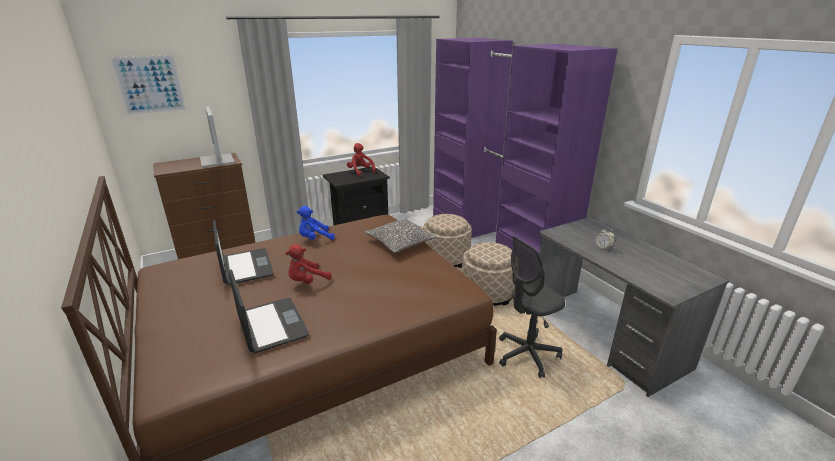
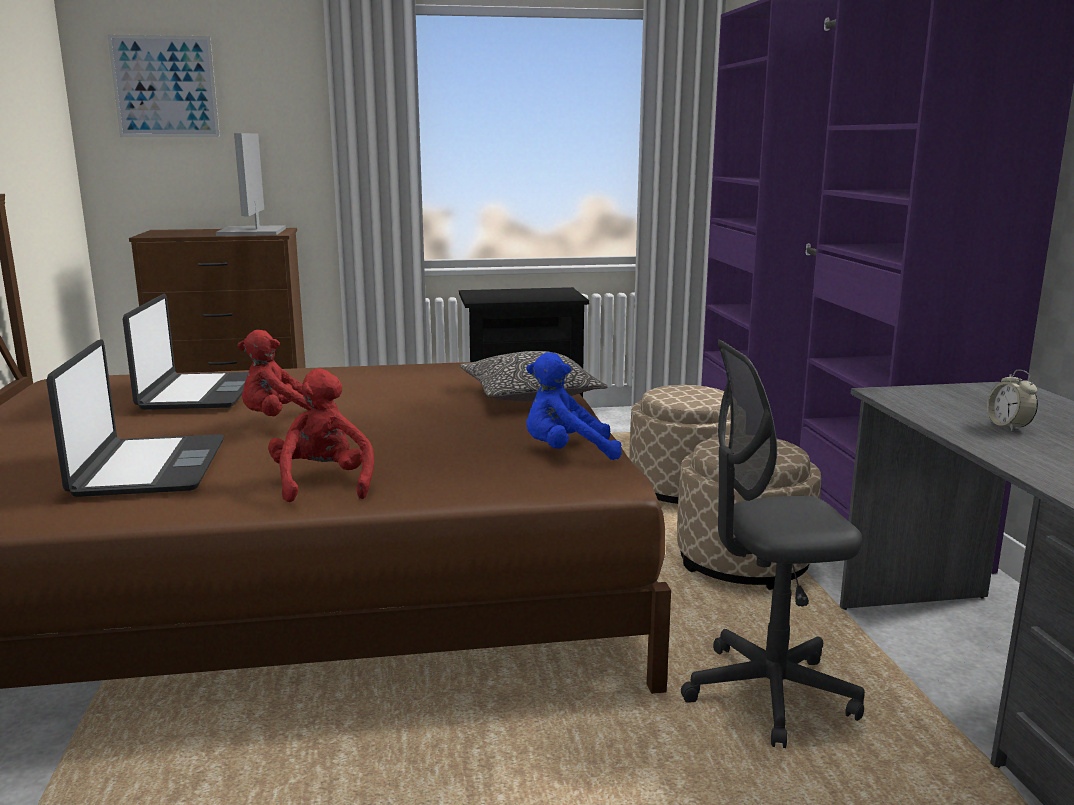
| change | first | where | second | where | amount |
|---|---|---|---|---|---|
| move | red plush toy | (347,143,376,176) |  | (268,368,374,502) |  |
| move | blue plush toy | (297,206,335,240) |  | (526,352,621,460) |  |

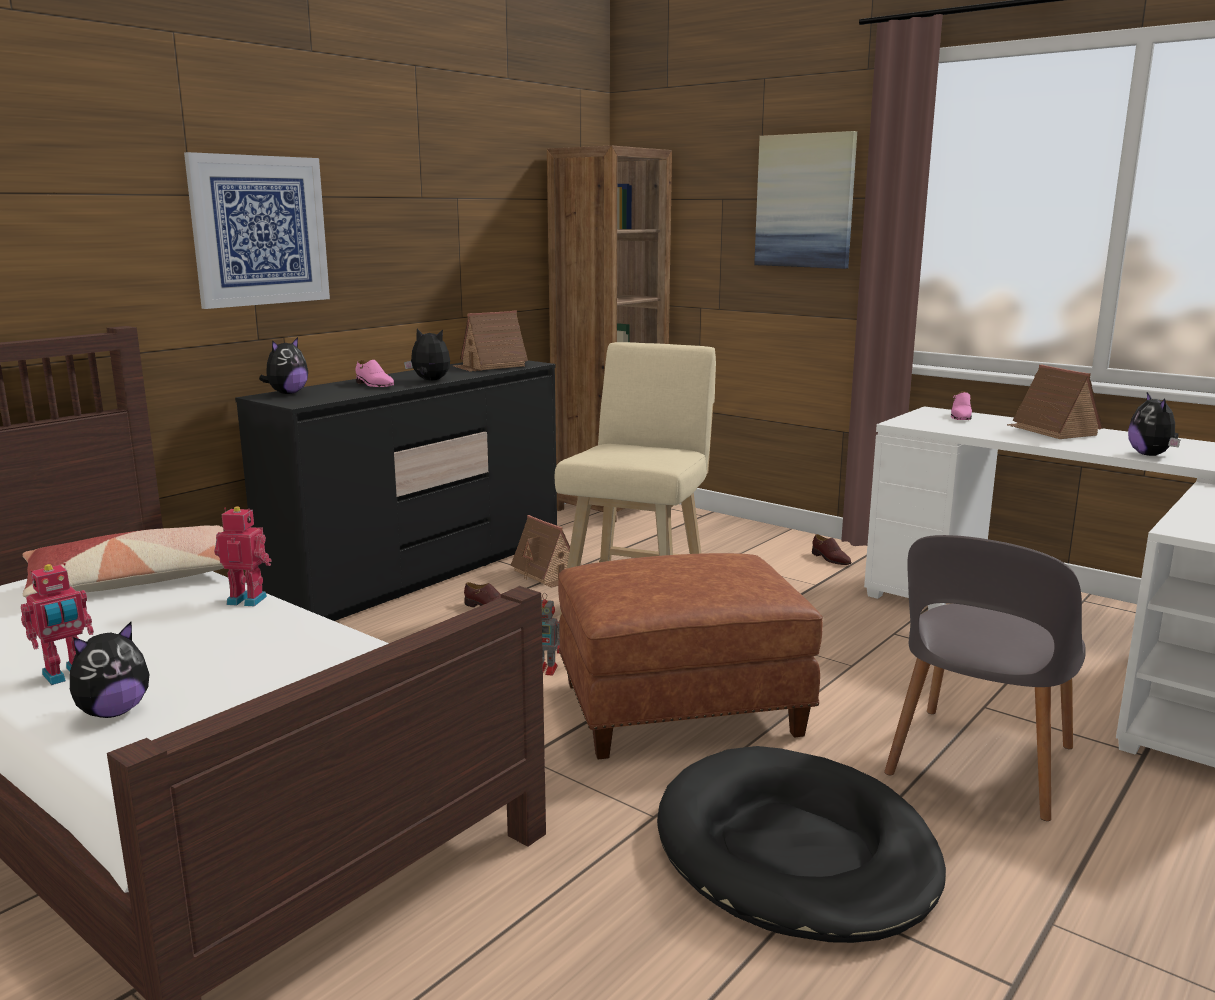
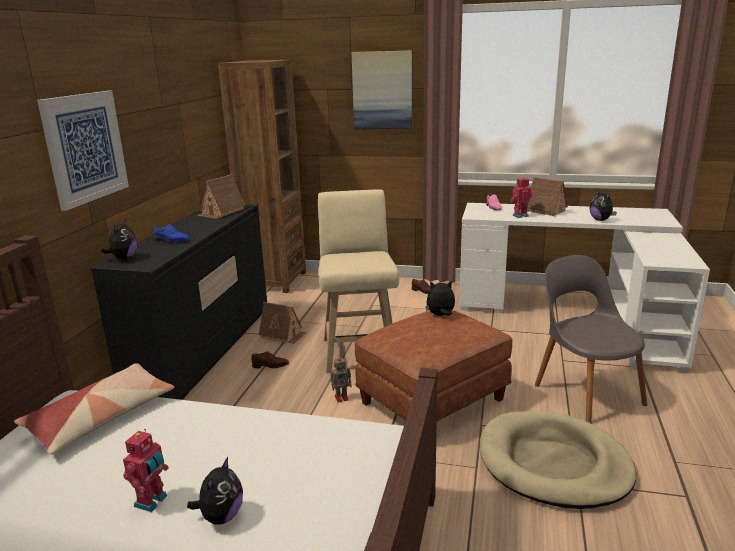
| change | first | where | second | where | amount |
|---|---|---|---|---|---|
| move | plush toy | (404,329,450,381) |  | (426,280,455,316) |  |
| recolor | pink shoe | (355,360,394,387) | blue shoe | (154,224,190,243) |  |
| move | toy robot | (214,506,272,606) |  | (510,177,533,218) |  |
| rotate | grey chair | (884,535,1086,821) |  | (535,255,648,423) | 150 degrees clockwise |
| recolor | black dog bed | (657,746,946,943) | beige dog bed | (480,411,636,509) |  |

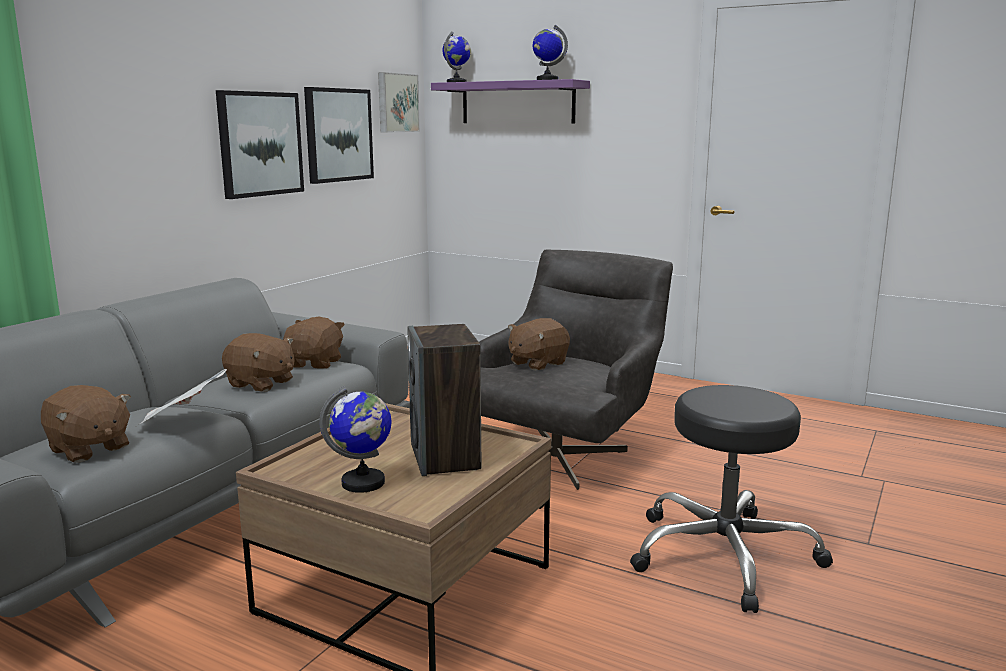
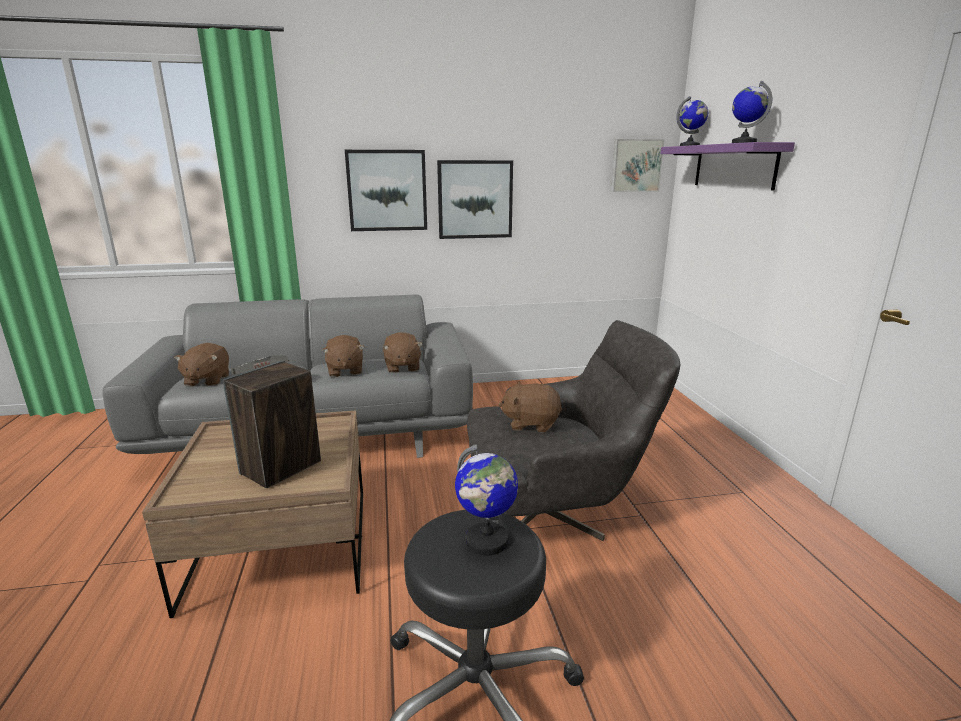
| change | first | where | second | where | amount |
|---|---|---|---|---|---|
| move | picture | (304,87,374,184) |  | (345,150,427,231) |  |
| rotate | brown plush toy | (283,317,345,369) |  | (382,332,423,373) | 105 degrees clockwise |
| move | globe | (319,386,392,493) |  | (455,444,518,555) |  |

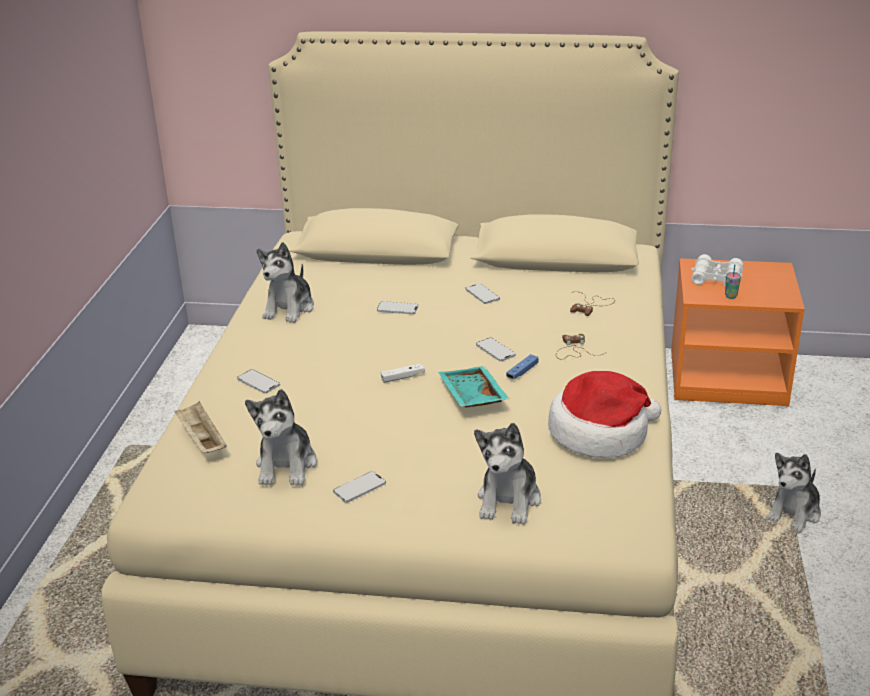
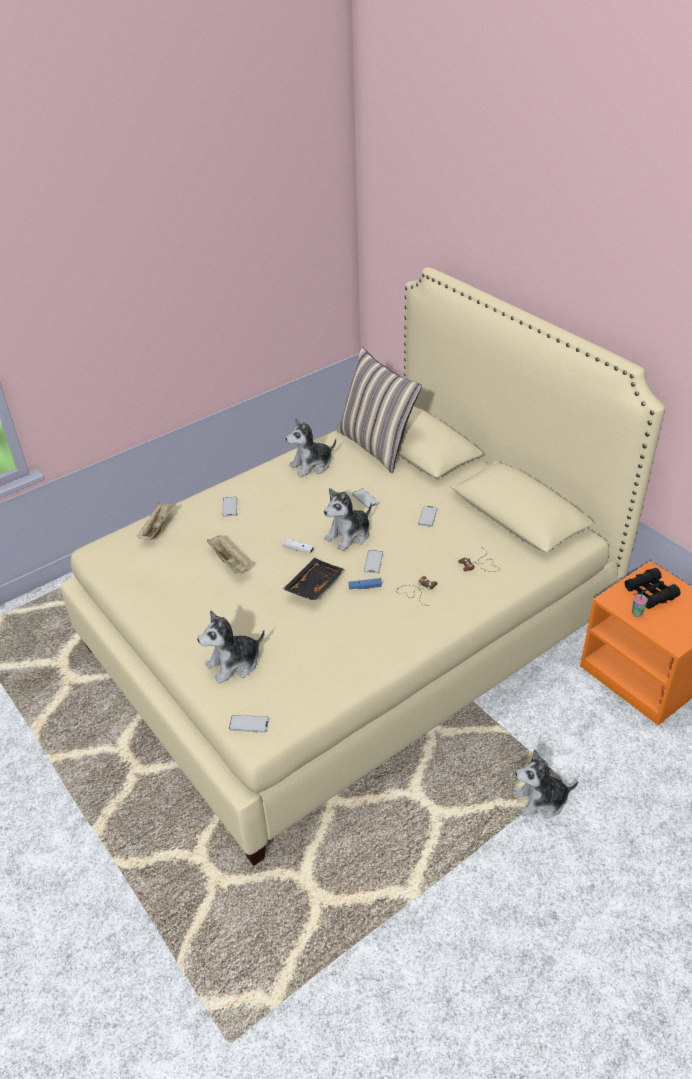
| change | first | where | second | where | amount |
|---|---|---|---|---|---|
| recolor | white binoculars | (691,254,743,286) | black binoculars | (625,568,681,609) |  |
| recolor | turquoise tray | (438,366,509,407) | black tray | (283,558,345,601) |  |
| delete | hat | (548,371,662,458) |  |  |  |
| move | plush toy | (245,389,317,486) |  | (324,488,372,551) |  |
| move | phone | (333,471,386,503) |  | (229,715,269,733) |  |
| insert |  |  | pillow | (337,347,422,473) |  |
| insert |  |  | beige tray | (207,535,250,574) |  |

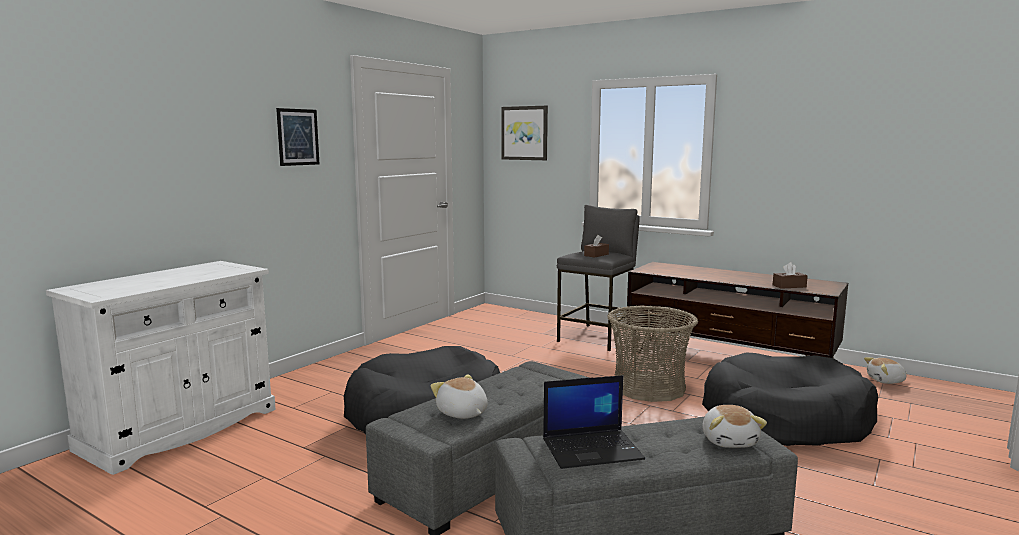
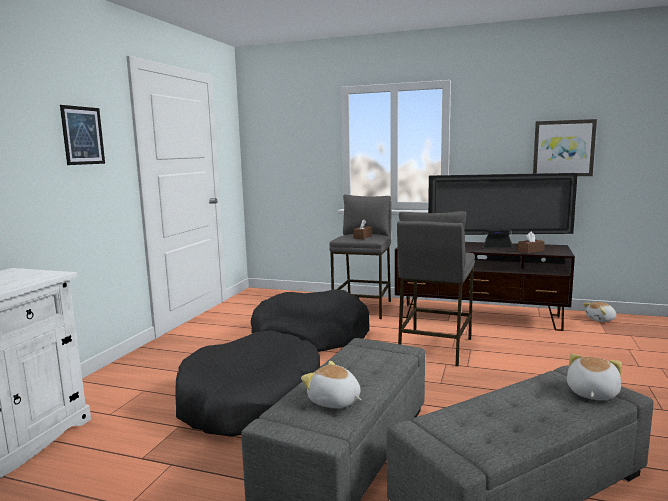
| change | first | where | second | where | amount |
|---|---|---|---|---|---|
| move | picture | (501,106,548,160) |  | (533,119,597,176) |  |
| replace | basket | (607,305,698,402) | grey stool | (397,211,475,366) |  |
| move | black dog bed | (702,352,878,446) |  | (251,289,369,352) |  |
| delete | laptop | (543,375,645,469) |  |  |  |
| rotate | plush toy | (702,405,767,448) |  | (567,354,622,400) | 135 degrees counterclockwise |
| insert |  |  | television | (428,173,578,249) |  |

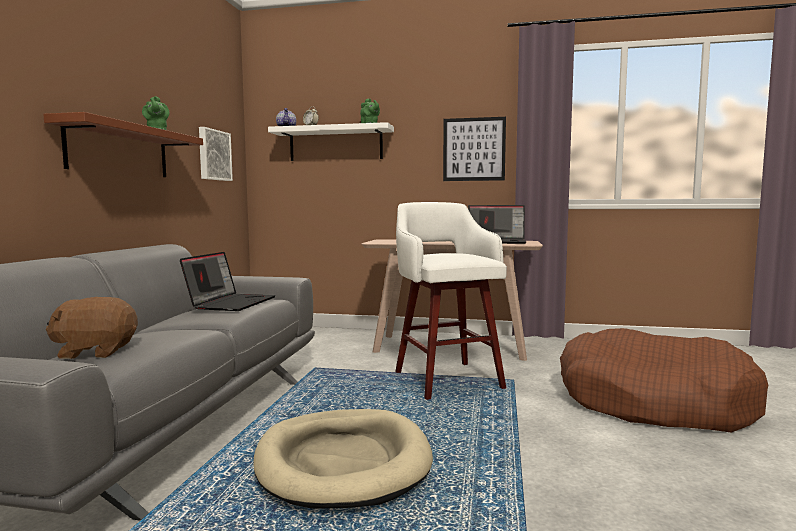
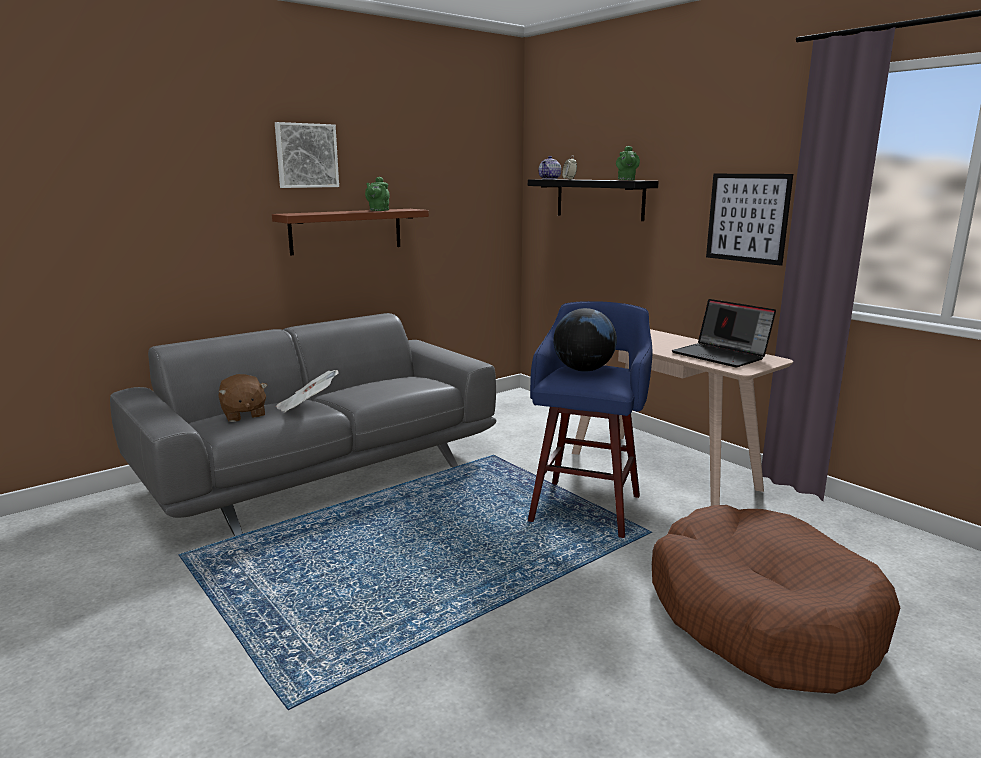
| change | first | where | second | where | amount |
|---|---|---|---|---|---|
| recolor | white shelf | (268,122,394,161) | black shelf | (528,179,659,221) |  |
| move | picture | (199,127,233,181) |  | (275,122,339,188) |  |
| recolor | white stool | (395,202,507,400) | blue stool | (528,301,653,538) |  |
| delete | laptop | (180,252,275,311) |  |  |  |
| rotate | brown plush toy | (46,297,138,359) |  | (219,374,268,422) | 150 degrees counterclockwise |
| delete | beige dog bed | (253,409,433,509) |  |  |  |
| insert |  |  | globe | (553,308,617,372) |  |
| insert |  |  | newspaper | (276,370,339,413) |  |

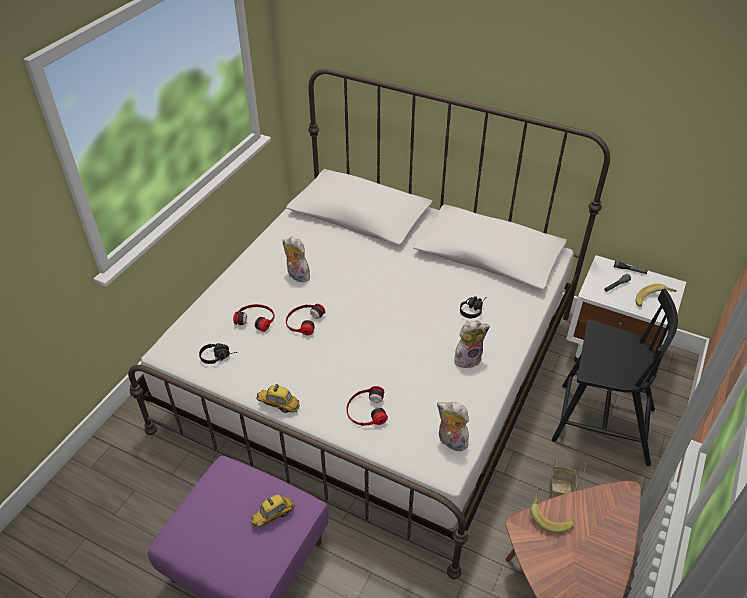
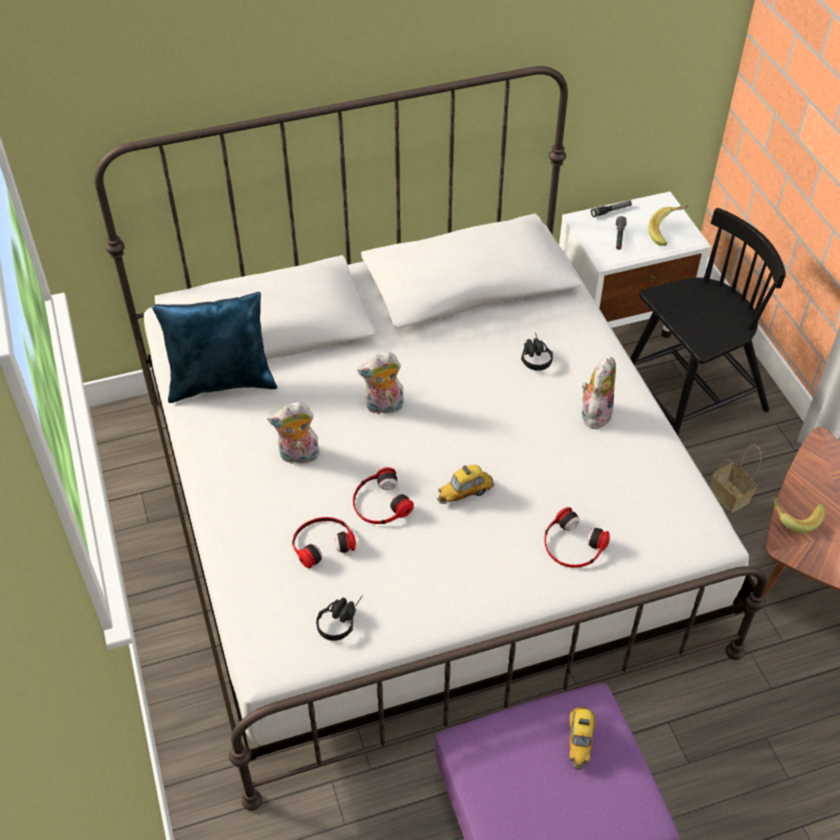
| change | first | where | second | where | amount |
|---|---|---|---|---|---|
| move | toy car | (256,384,300,413) |  | (437,465,495,504) |  |
| move | plush toy | (437,402,470,451) |  | (357,352,404,414) |  |
| insert |  |  | blue pillow | (152,292,277,403) |  |

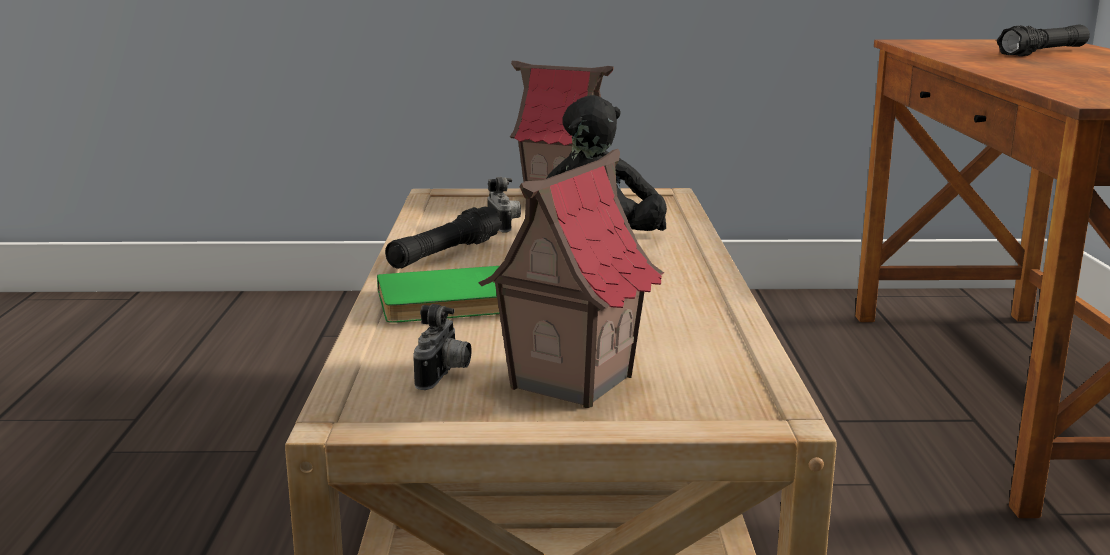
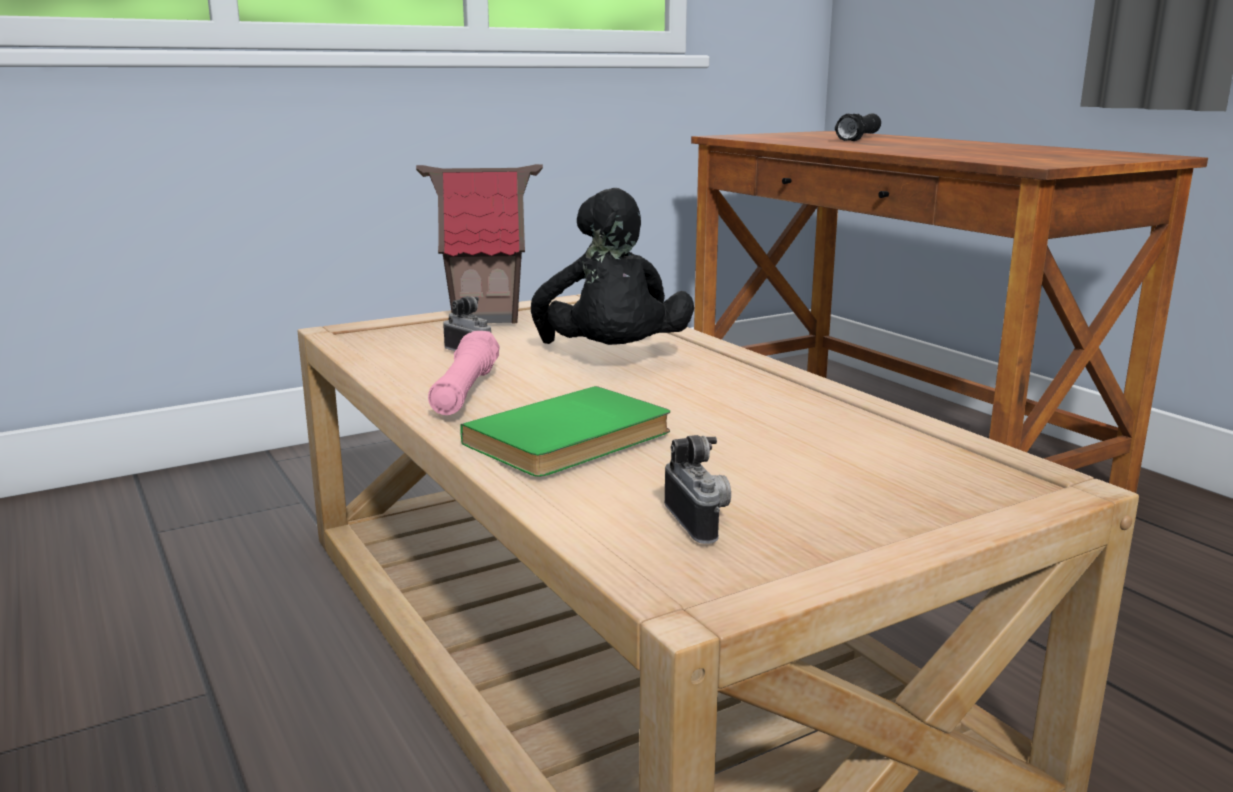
| change | first | where | second | where | amount |
|---|---|---|---|---|---|
| delete | toy house | (478,149,664,408) |  |  |  |
| recolor | black flashlight | (385,207,502,268) | pink flashlight | (428,331,500,415) |  |

